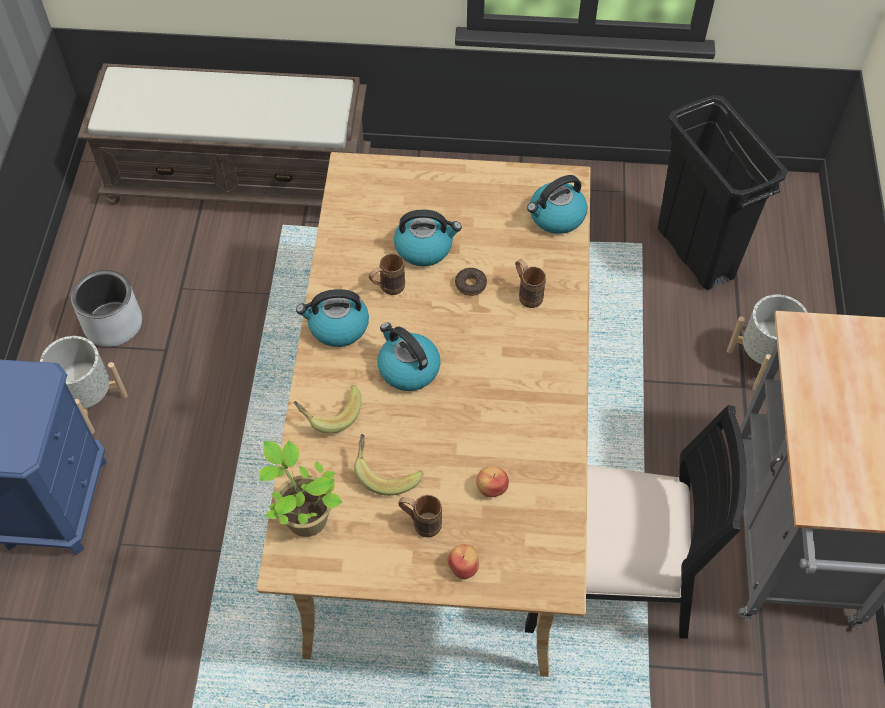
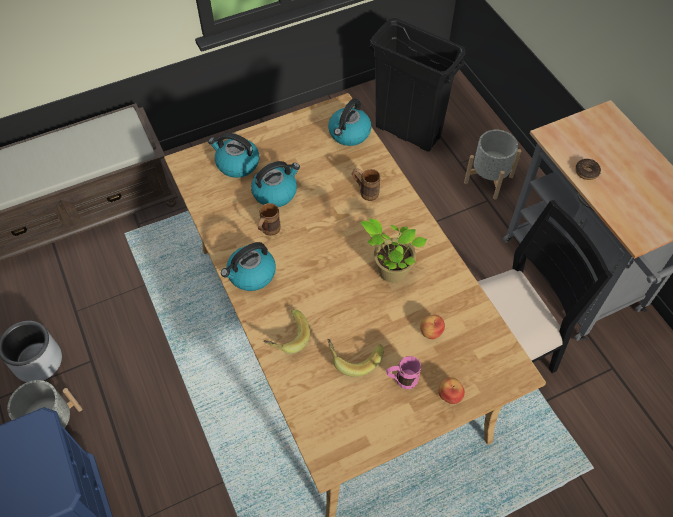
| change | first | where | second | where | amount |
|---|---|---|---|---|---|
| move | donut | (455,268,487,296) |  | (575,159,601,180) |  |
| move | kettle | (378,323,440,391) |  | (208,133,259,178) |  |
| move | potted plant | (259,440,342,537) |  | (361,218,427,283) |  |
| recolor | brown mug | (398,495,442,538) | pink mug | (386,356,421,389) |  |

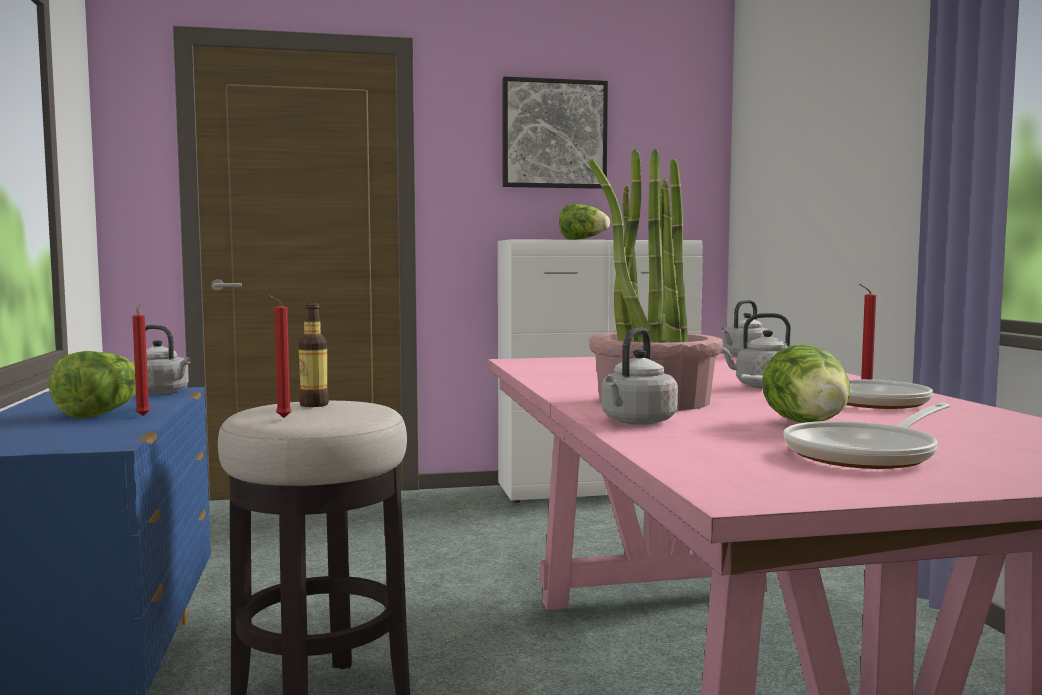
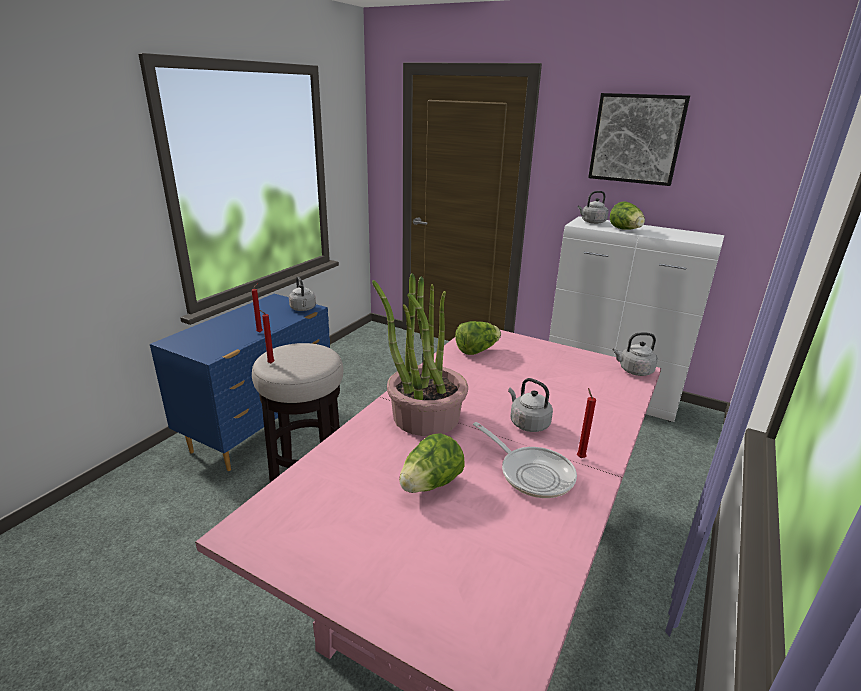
| change | first | where | second | where | amount |
|---|---|---|---|---|---|
| delete | bottle | (298,303,329,407) |  |  |  |
| move | grey kettle | (602,327,678,425) |  | (578,191,608,224) |  |
| move | lettuce | (49,351,136,418) |  | (455,321,501,355) |  |
| delete | frying pan | (783,403,950,469) |  |  |  |

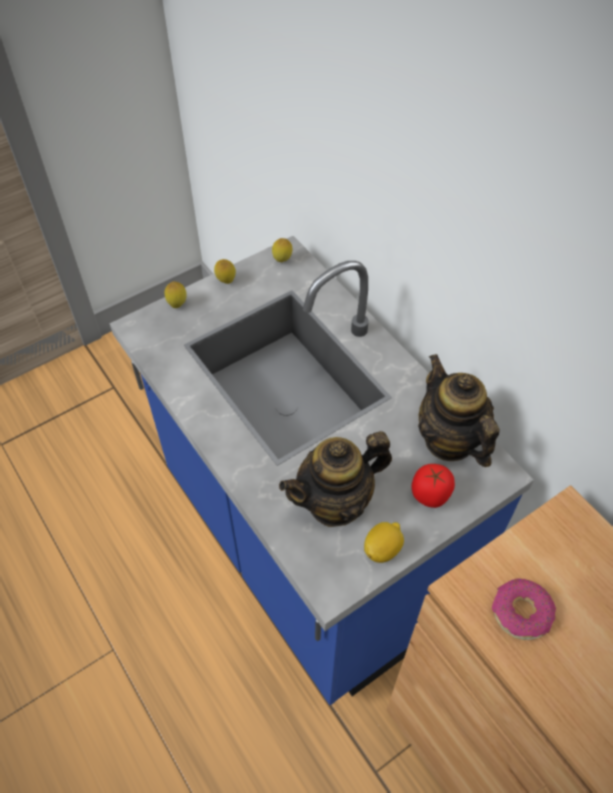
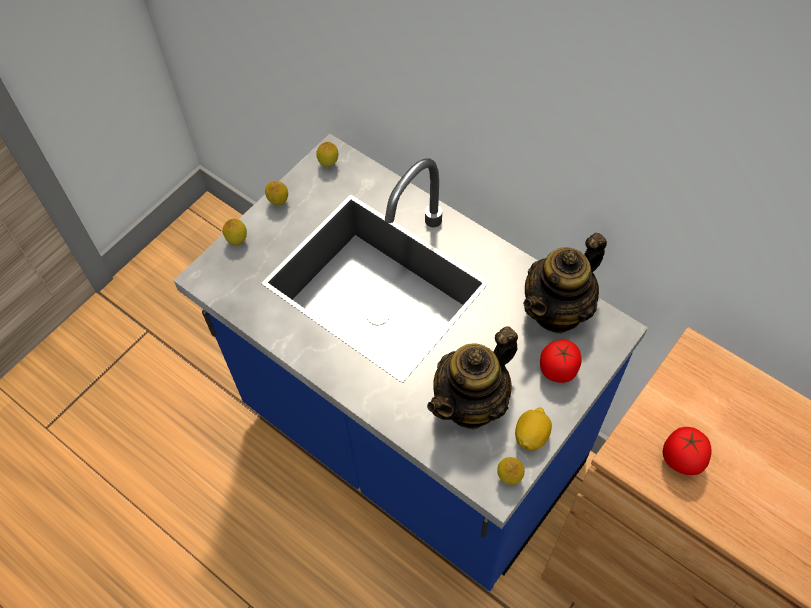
| change | first | where | second | where | amount |
|---|---|---|---|---|---|
| rotate | teapot | (418,354,499,467) |  | (523,233,607,334) | 90 degrees counterclockwise |
| replace | donut | (492,578,556,640) | tomato | (663,427,712,475) |  |
| insert |  |  | lemon | (497,457,525,485) |  |

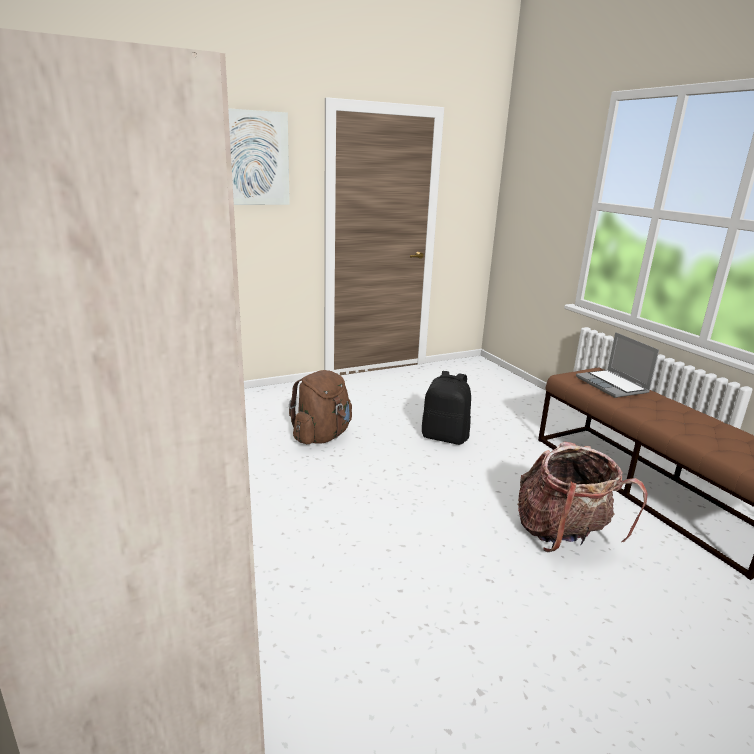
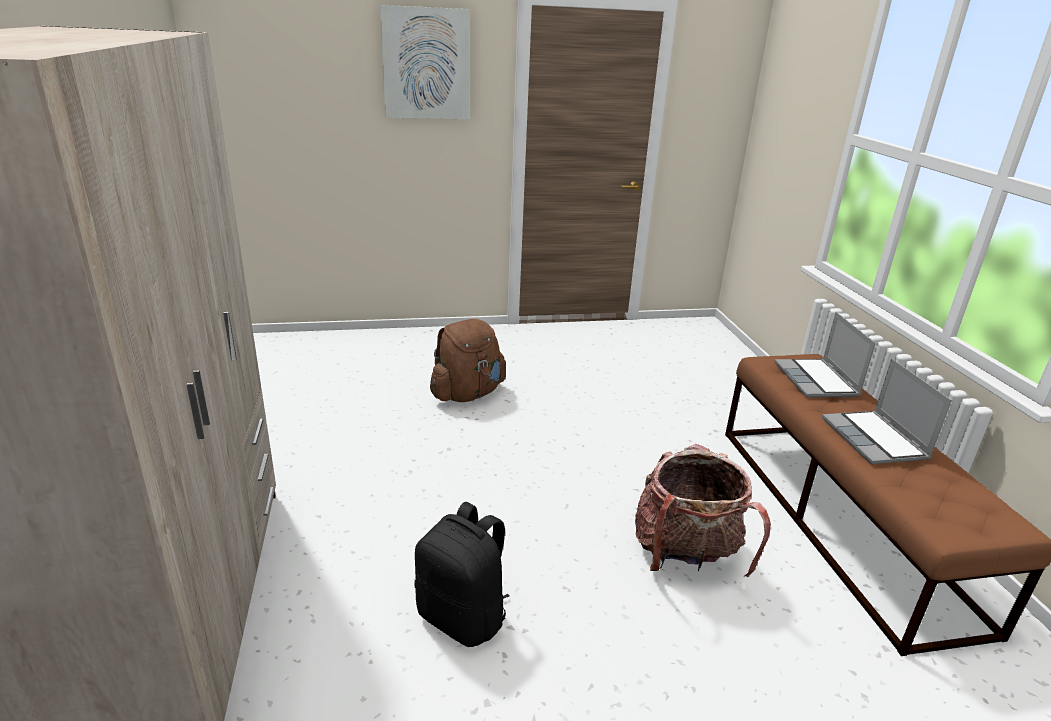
| change | first | where | second | where | amount |
|---|---|---|---|---|---|
| move | black backpack | (422,371,471,445) |  | (414,502,510,647) |  |
| insert |  |  | laptop | (822,359,952,464) |  |

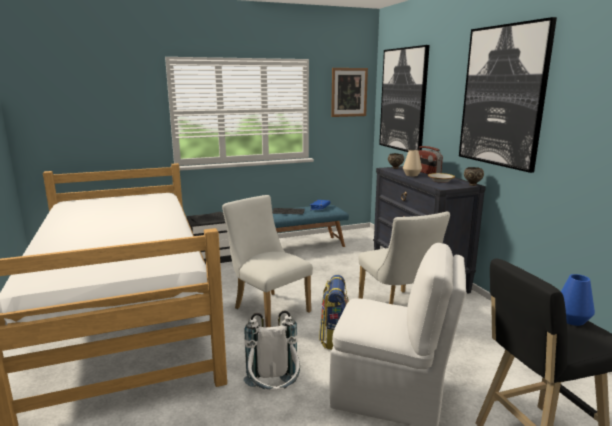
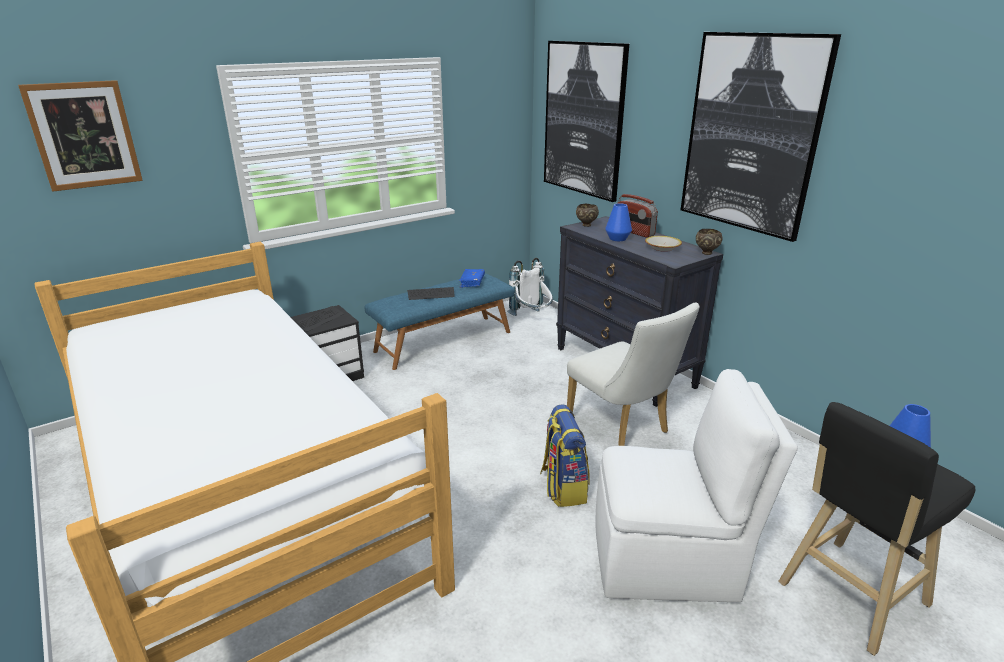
| change | first | where | second | where | amount |
|---|---|---|---|---|---|
| move | picture | (331,68,368,117) |  | (18,80,143,192) |  |
| recolor | beige vase | (403,150,422,176) | blue vase | (605,203,632,241) |  |
| delete | white chair | (222,195,313,327) |  |  |  |
| move | white backpack | (244,310,300,391) |  | (507,258,553,316) |  |

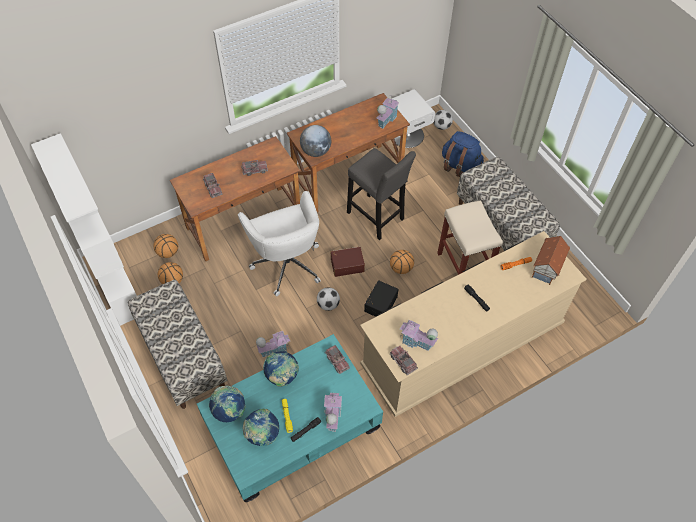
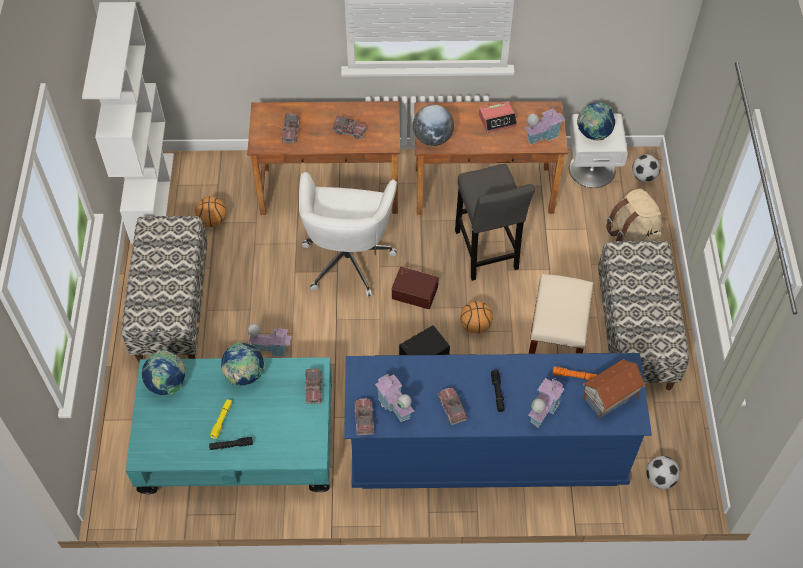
| change | first | where | second | where | amount |
|---|---|---|---|---|---|
| recolor | blue backpack | (442,131,484,177) | beige backpack | (606,189,663,241) |  |
| recolor | beige dresser | (360,231,587,417) | blue dresser | (344,353,652,489) |  |
| delete | basketball | (153,234,178,258) |  |  |  |
| move | football | (317,287,340,311) |  | (646,456,680,489) |  |
| move | toy house | (324,393,342,432) |  | (528,378,564,428) |  |
| move | globe | (242,409,279,446) |  | (577,102,615,140) |  |
| insert |  |  | alarm clock | (479,101,517,133) |  |
| insert |  |  | toy truck | (438,387,468,425) |  |

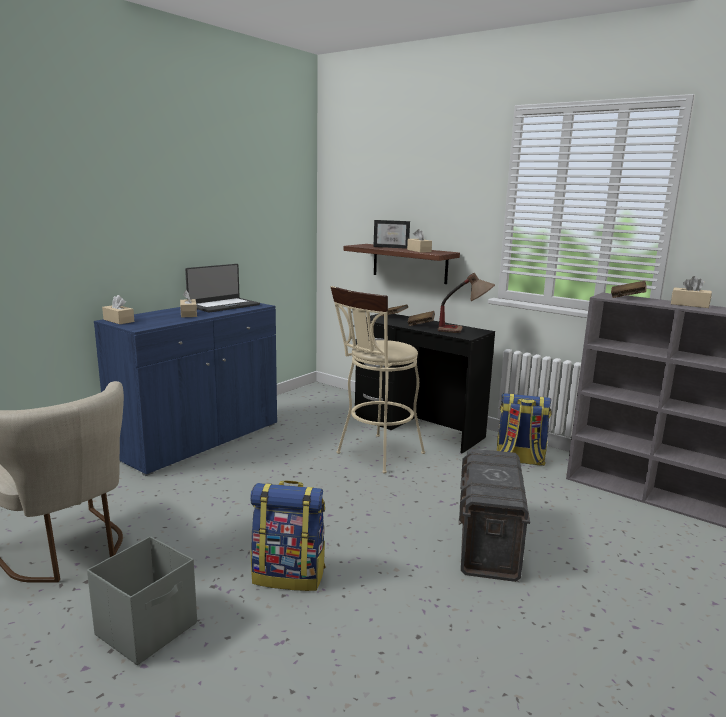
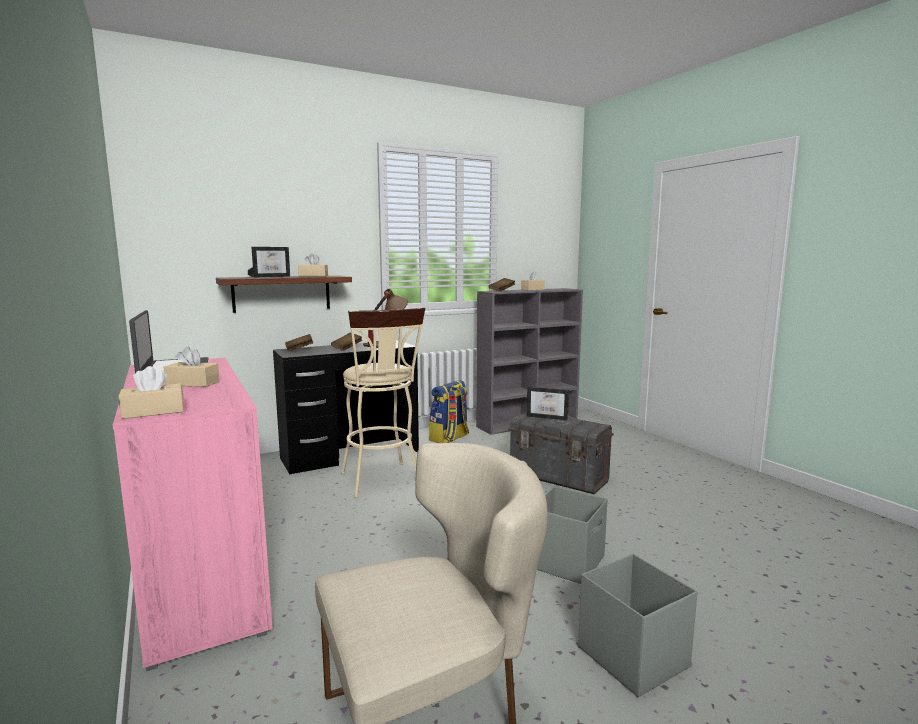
| change | first | where | second | where | amount |
|---|---|---|---|---|---|
| recolor | blue cabinet | (94,303,277,476) | pink cabinet | (113,358,273,672) |  |
| replace | backpack | (250,480,326,591) | grey storage box | (537,486,608,584) |  |
| insert |  |  | picture frame | (527,387,569,420) |  |

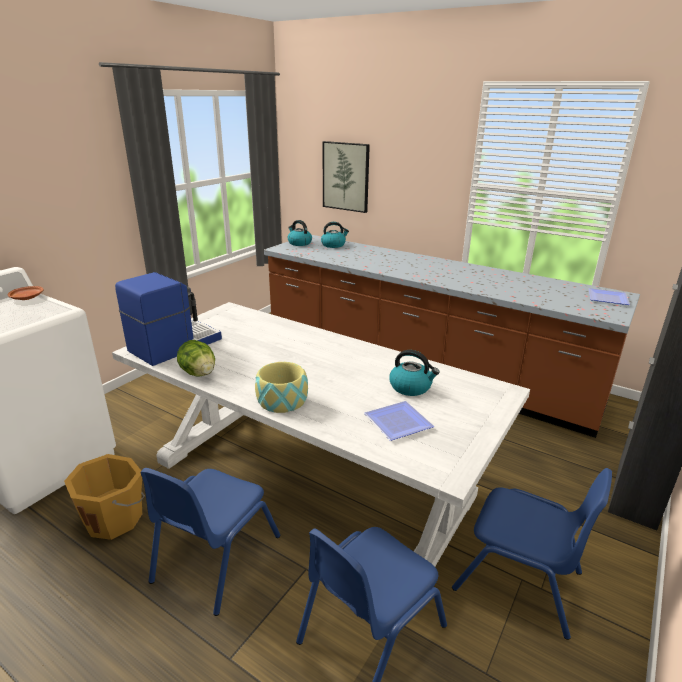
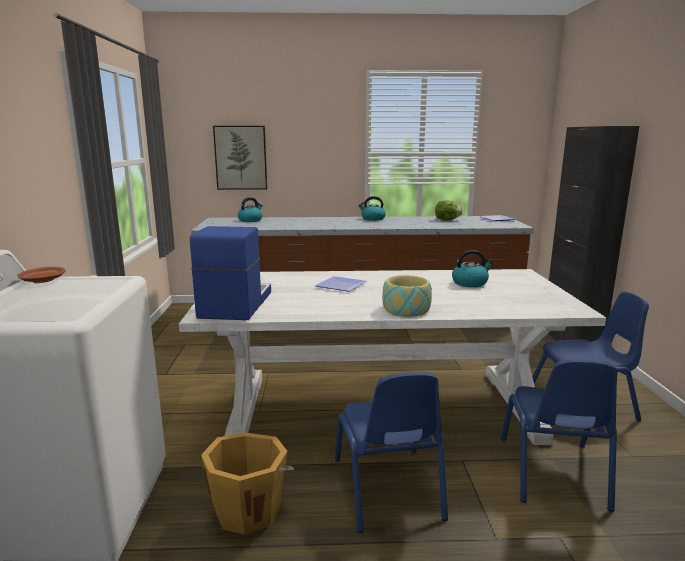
| change | first | where | second | where | amount |
|---|---|---|---|---|---|
| move | kettle | (288,220,312,246) |  | (358,196,386,221) |  |
| move | lettuce | (177,340,215,377) |  | (435,200,463,220) |  |
| move | plate | (364,401,434,441) |  | (315,276,367,292) |  |

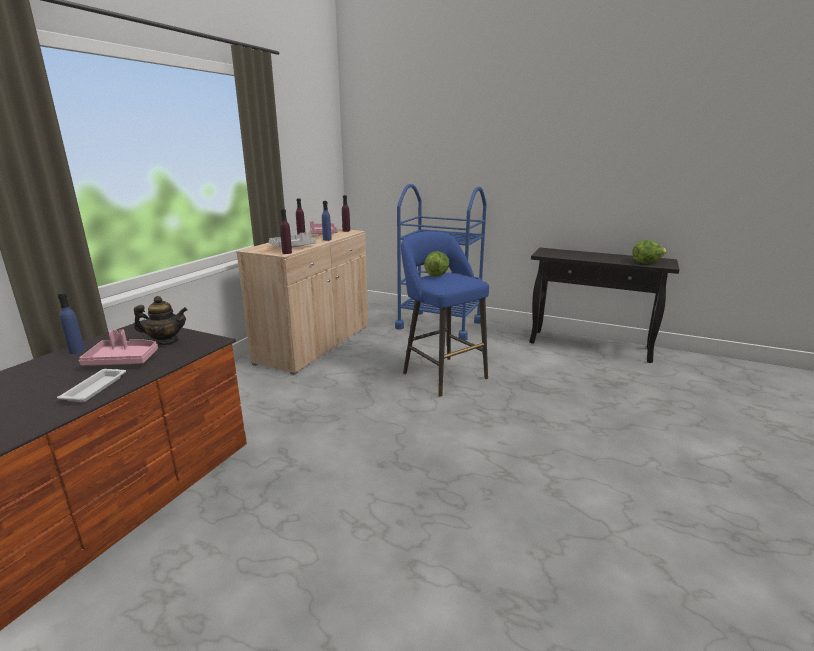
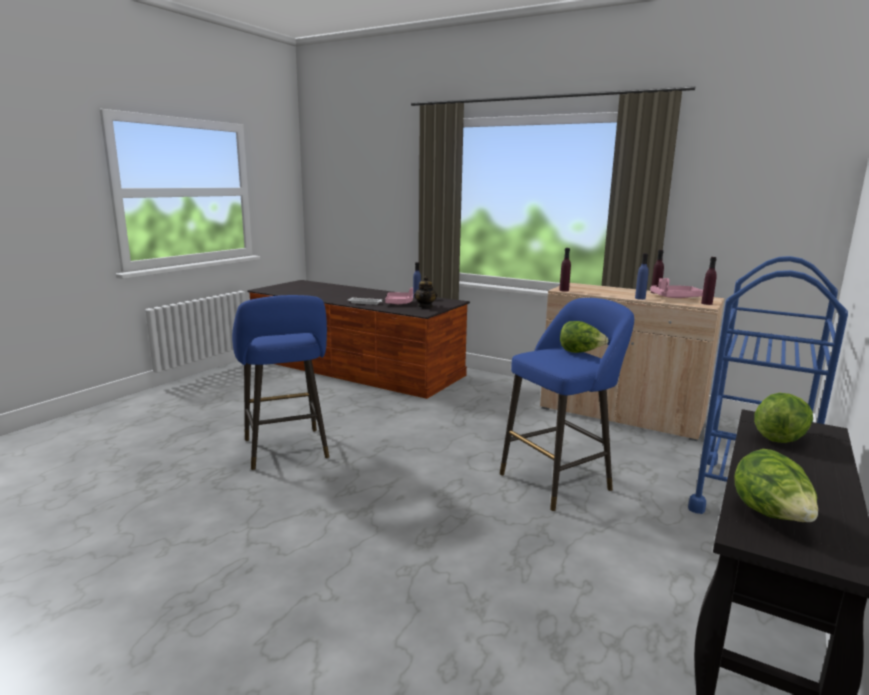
| change | first | where | second | where | amount |
|---|---|---|---|---|---|
| delete | grey tray | (269,232,316,248) |  |  |  |
| insert |  |  | blue stool | (232,295,329,470) |  |
| insert |  |  | lettuce | (754,393,813,443) |  |

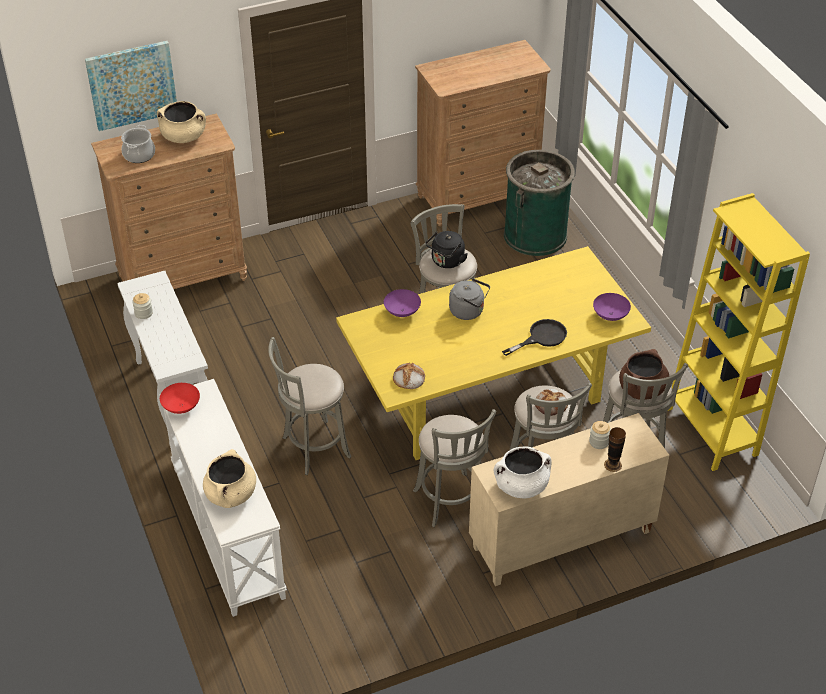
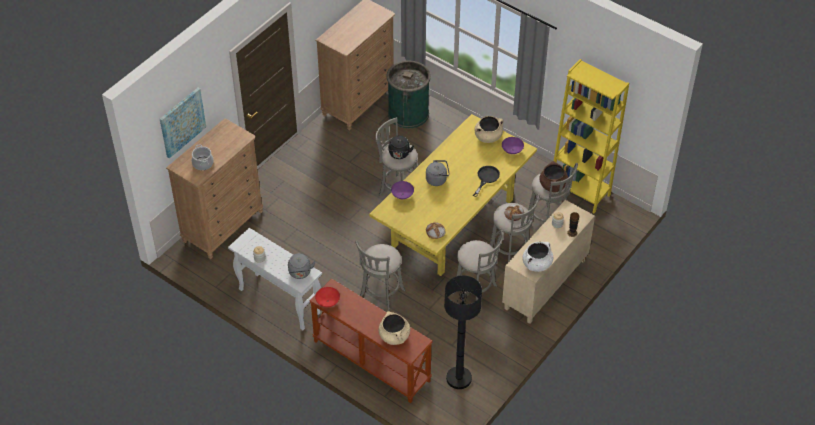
| change | first | where | second | where | amount |
|---|---|---|---|---|---|
| move | beige cooking pot | (157,101,206,143) |  | (475,116,503,143) |  |
| recolor | white console table | (163,379,287,617) | brown console table | (310,279,433,403) |  |
| insert |  |  | grey kettle | (288,253,315,279) |  |
| insert |  |  | black floor lamp | (444,275,482,389) |  |

